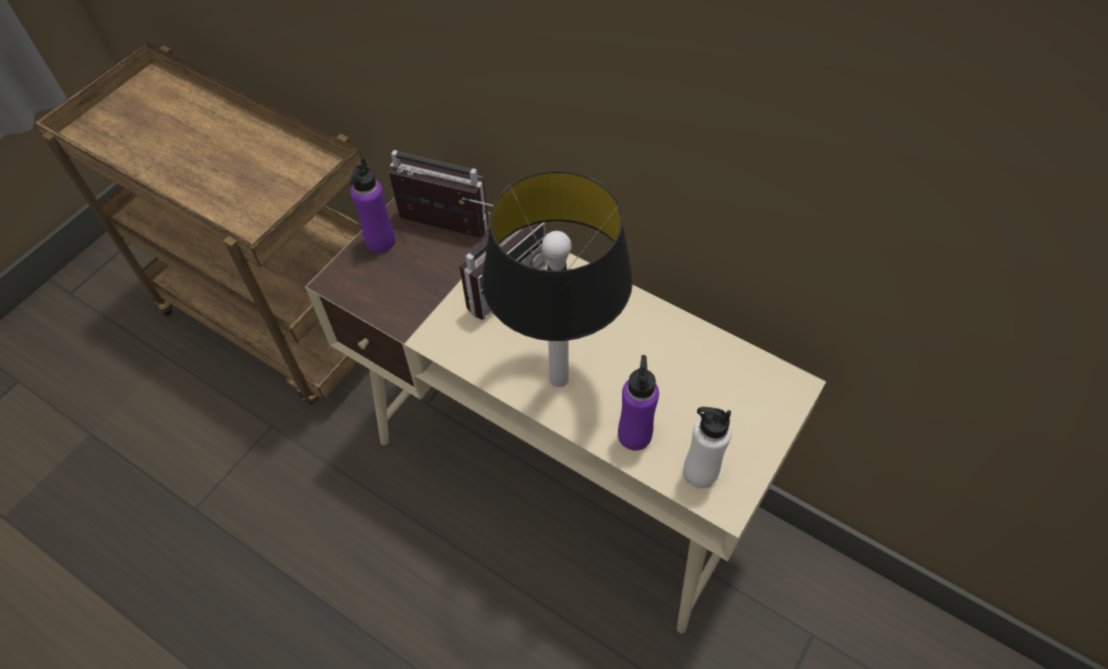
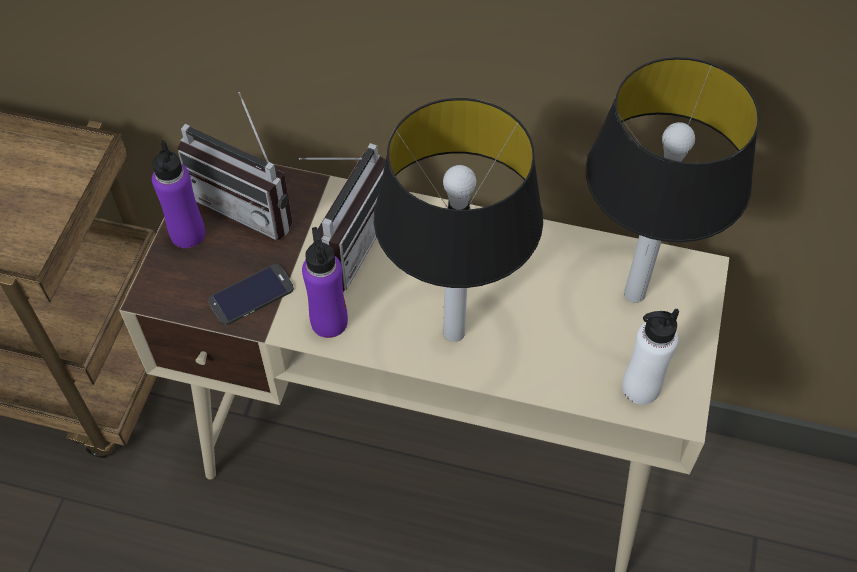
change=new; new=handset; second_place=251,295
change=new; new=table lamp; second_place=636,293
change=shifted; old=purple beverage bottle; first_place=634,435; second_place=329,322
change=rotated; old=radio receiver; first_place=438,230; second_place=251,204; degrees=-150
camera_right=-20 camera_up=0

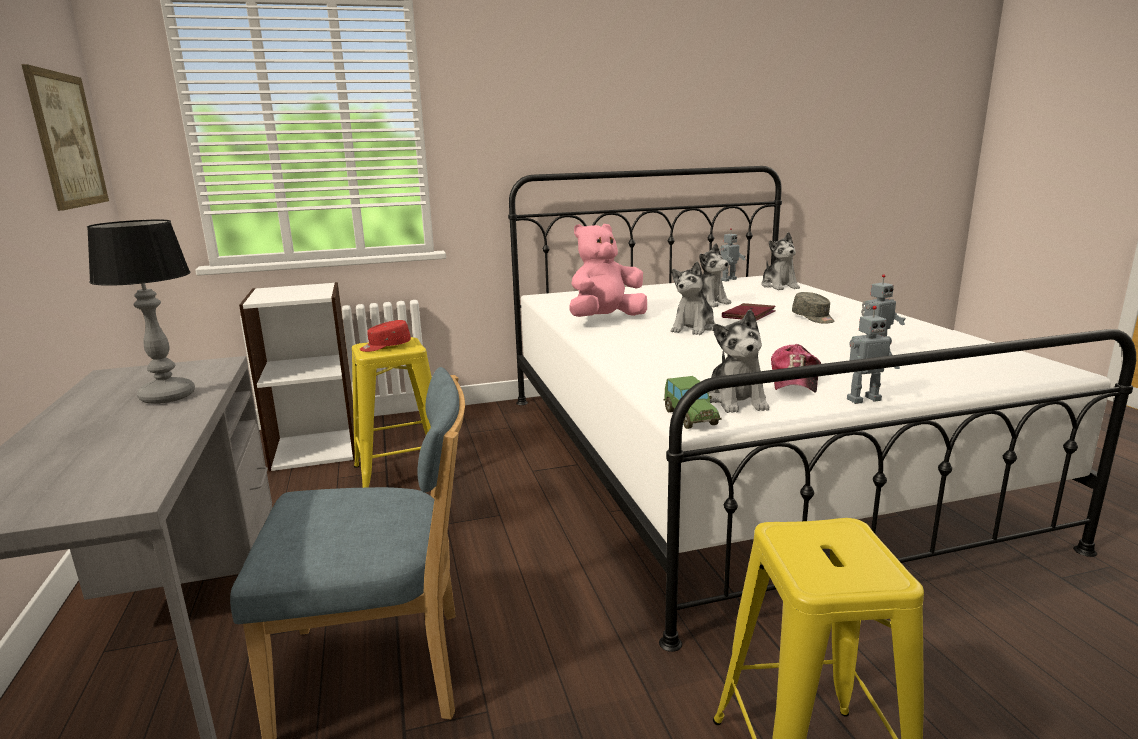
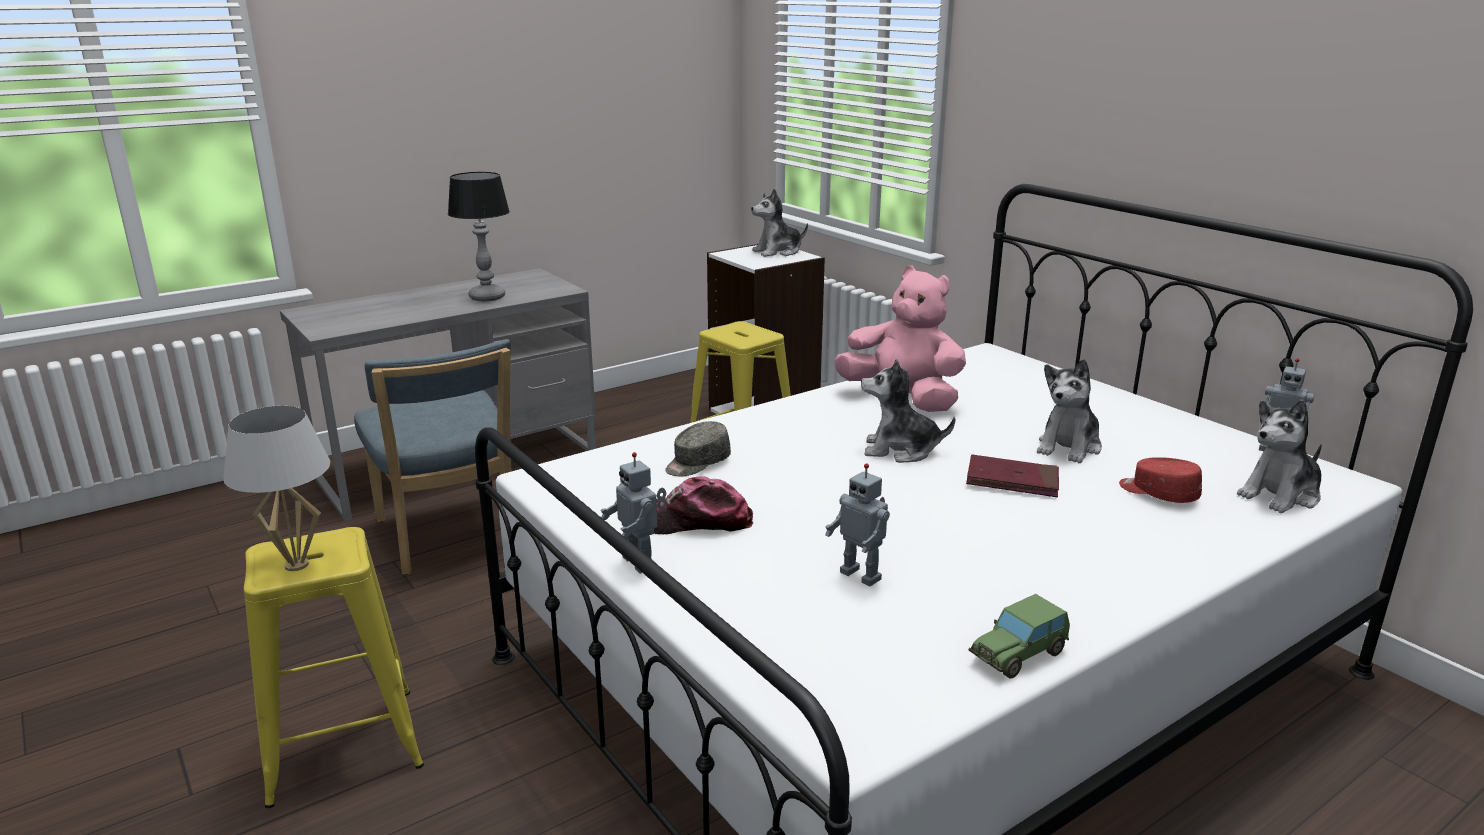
change=gone; old=wall art; first_place=67,140
change=new; new=white-coloured table lamp; second_place=296,565
change=shifted; old=red-coloured baseball cap; first_place=385,346; second_place=1158,493
change=shifted; old=model car; first_place=690,417; second_place=1019,655
change=shifted; old=cuddly toy; first_place=737,400; second_place=778,252
change=shifted; old=grey baseball cap; first_place=813,318; second_place=697,463
camera_right=70 camera_up=5

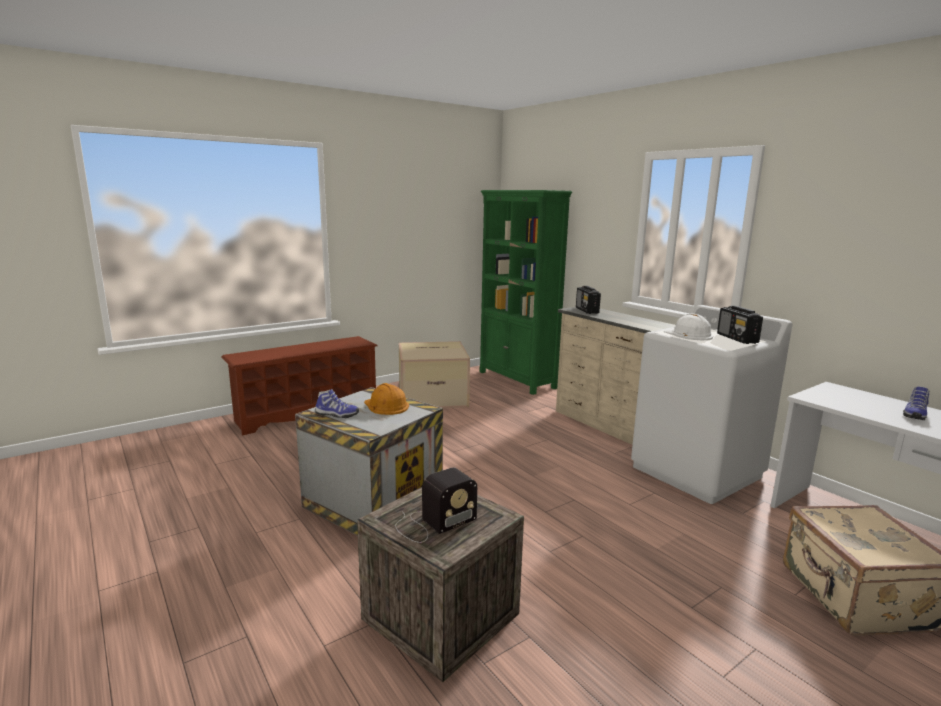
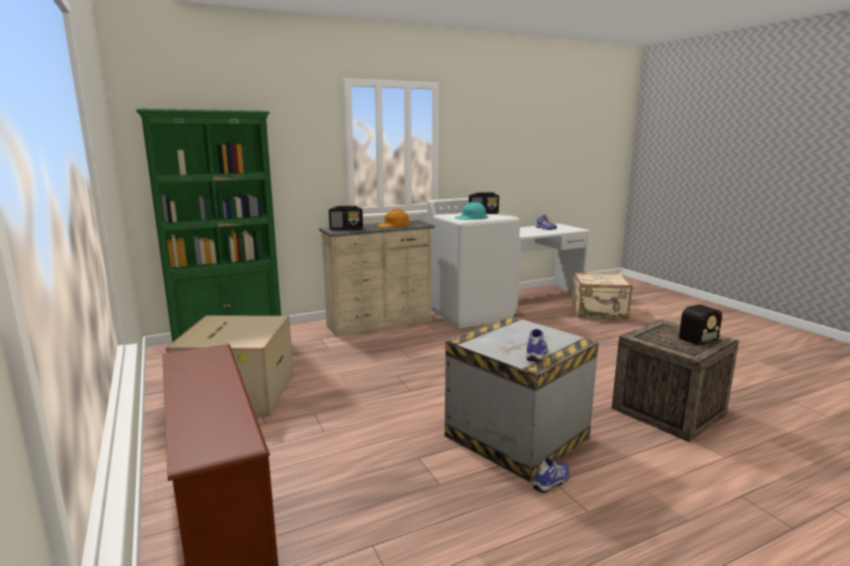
change=new; new=low shoe; second_place=552,482
change=shifted; old=orange-coloured safety helmet; first_place=386,405; second_place=394,225
change=repainted; old=white-coloured safety helmet; new=turquoise safety helmet; first_place=688,334; second_place=472,217
change=rotated; old=radio receiver; first_place=433,523; second_place=688,340; degrees=90
camera_right=-80 camera_up=0

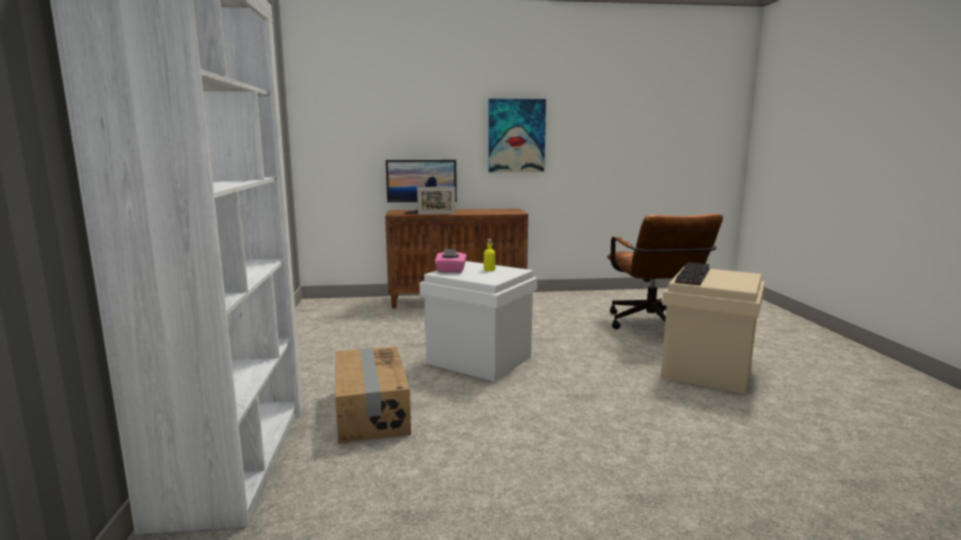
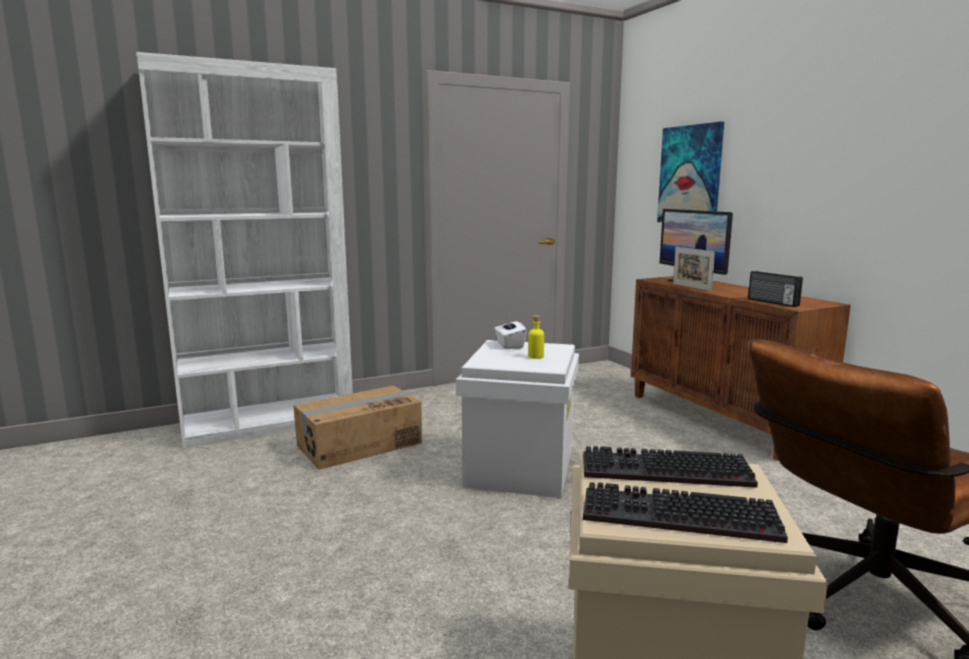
change=new; new=keyboard; second_place=675,518
change=new; new=radio receiver; second_place=772,302
change=shifted; old=wall art; first_place=516,135; second_place=690,175
change=repainted; old=pinkish tissue box; new=white-coloured tissue box; first_place=450,271; second_place=509,345
camera_right=70 camera_up=0

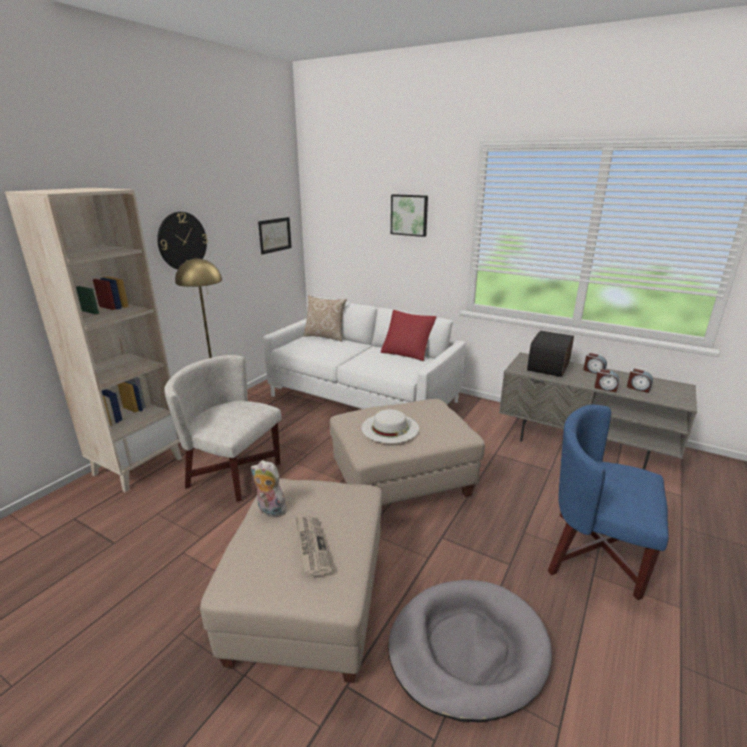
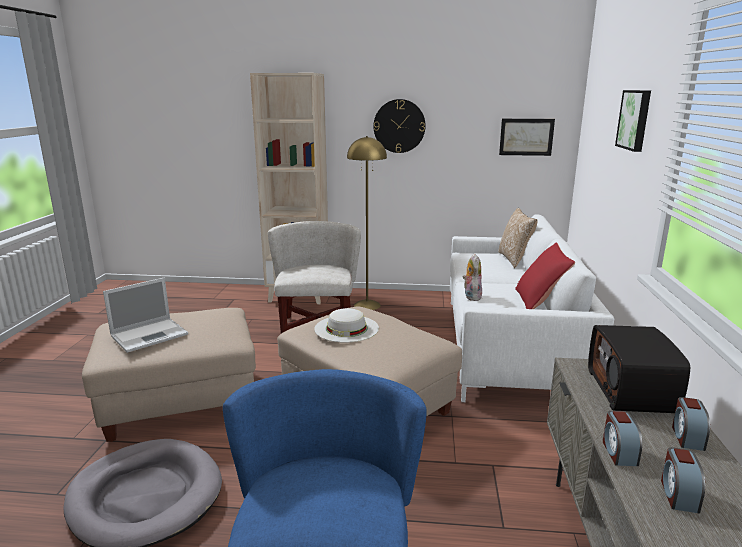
change=shifted; old=cuddly toy; first_place=270,511; second_place=471,296
change=swapped; old=daily paper; new=laptop; first_place=311,545; second_place=150,334
change=rotated; old=radio receiver; first_place=549,367; second_place=632,391; degrees=-90
camera_right=65 camera_up=-5

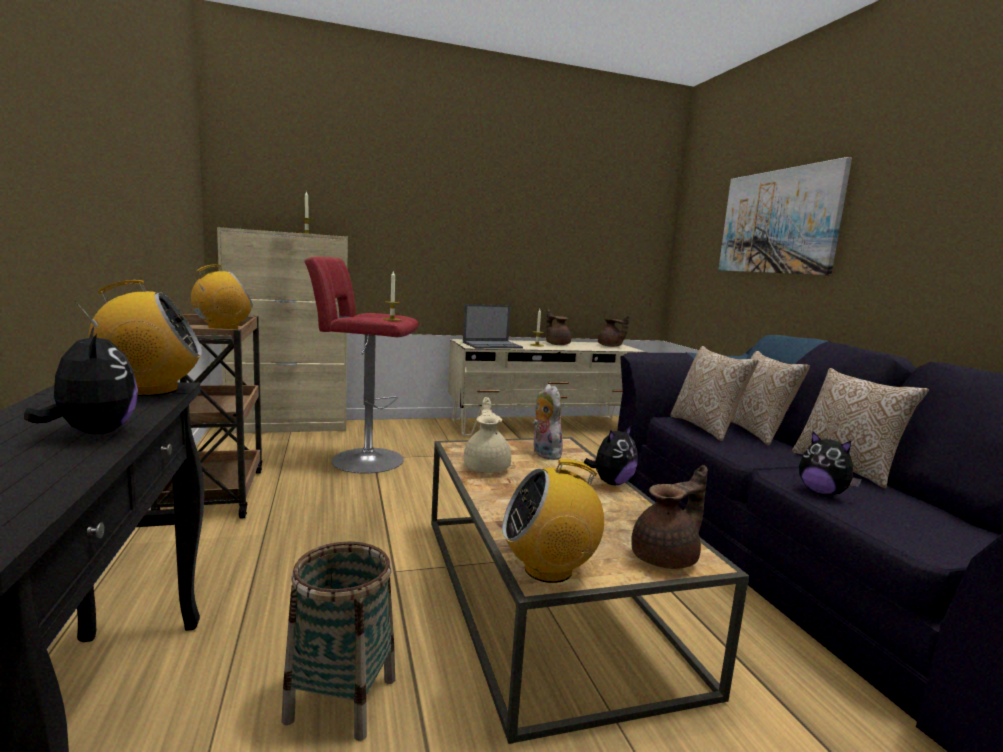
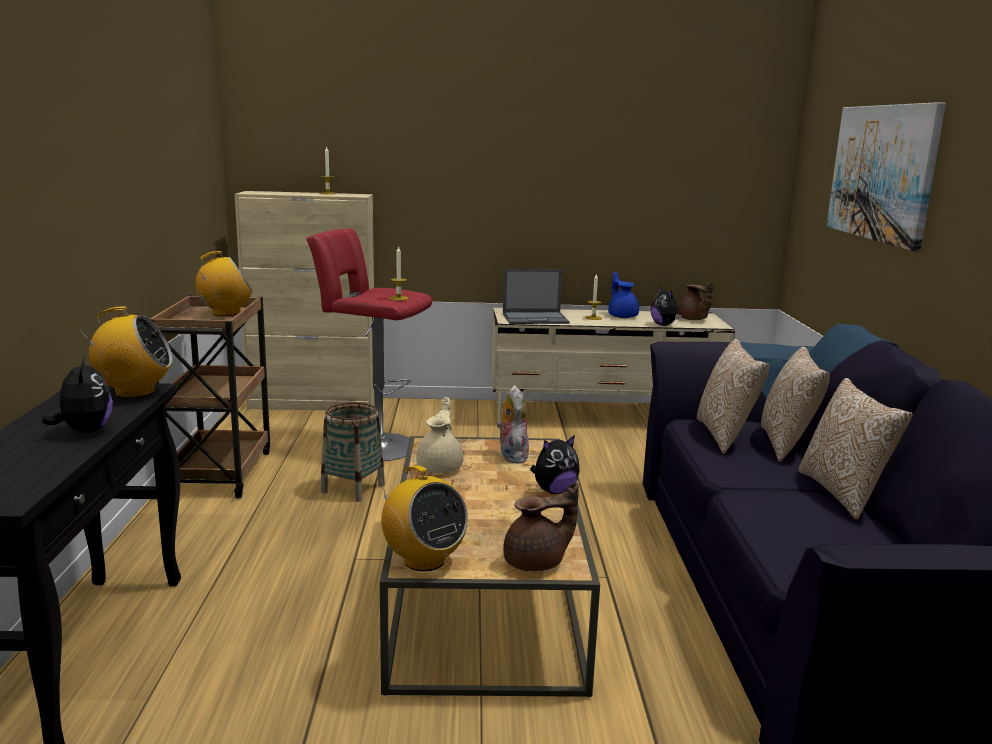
change=shifted; old=basket; first_place=341,699; second_place=353,488
change=shifted; old=cuddly toy; first_place=822,493; second_place=664,325
change=repainted; old=brown pot for tea; new=blue pot for tea; first_place=557,344; second_place=622,316
change=rotated; old=radio receiver; first_place=549,569; second_place=423,560; degrees=-135
camera_right=15 camera_up=5

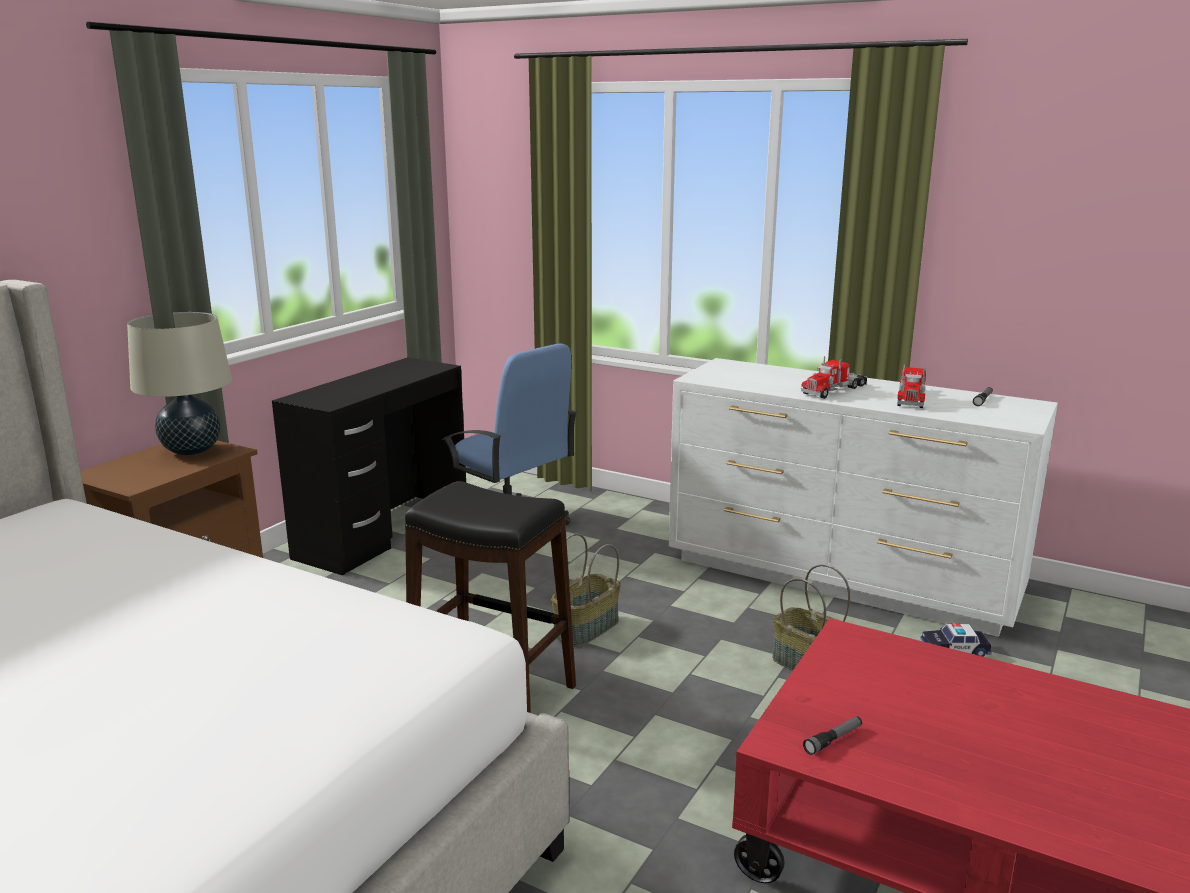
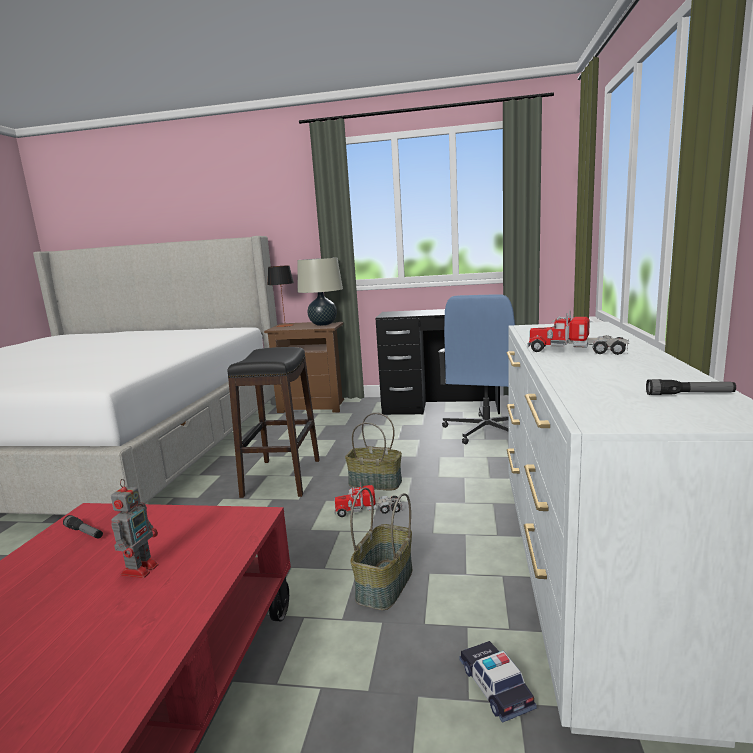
change=new; new=robot figure; second_place=141,568
change=new; new=table lamp; second_place=285,325
change=shifted; old=toy lorry; first_place=910,398; second_place=368,510
camera_right=70 camera_up=-5

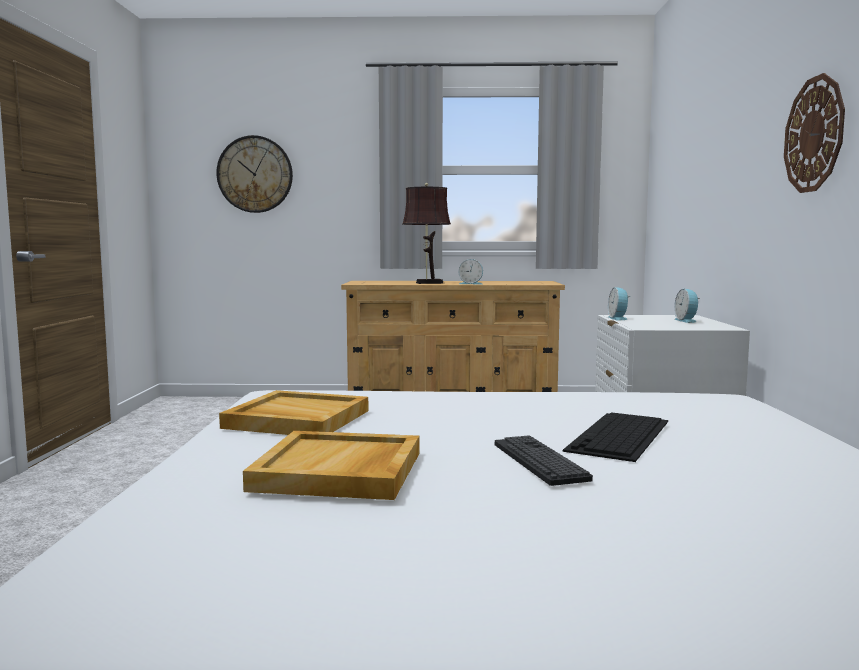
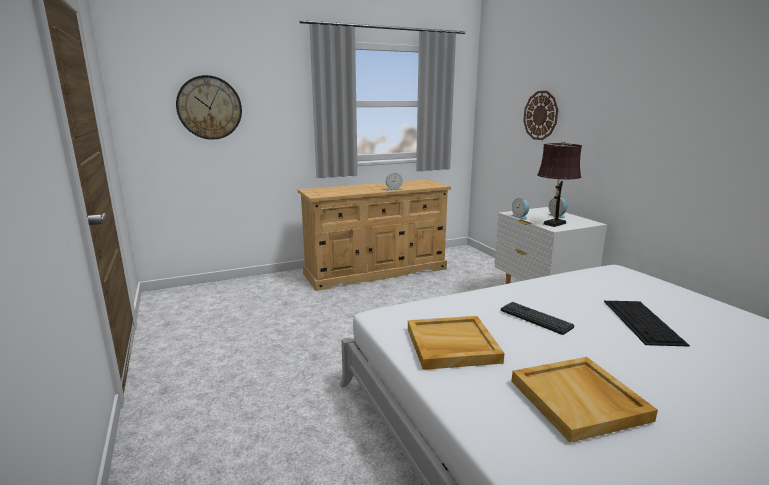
change=shifted; old=brown table lamp; first_place=426,283; second_place=553,224
change=shifted; old=keyboard; first_place=539,461; second_place=535,318
change=shifted; old=clock on the wall; first_place=814,134; second_place=540,115
camera_right=-25 camera_up=10

